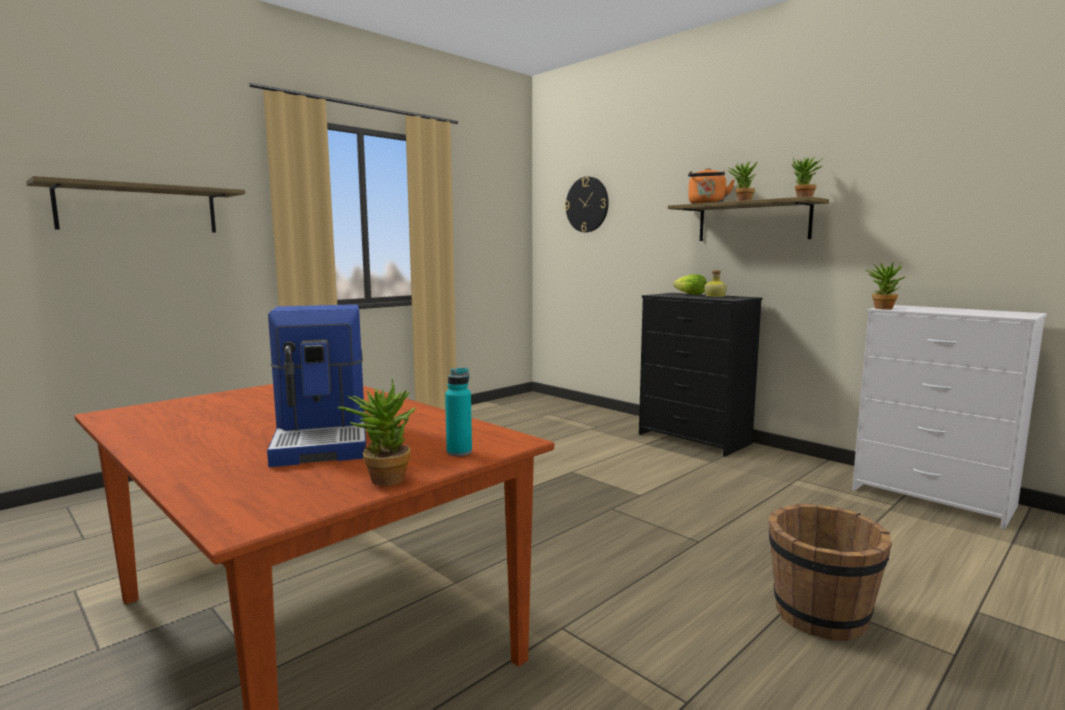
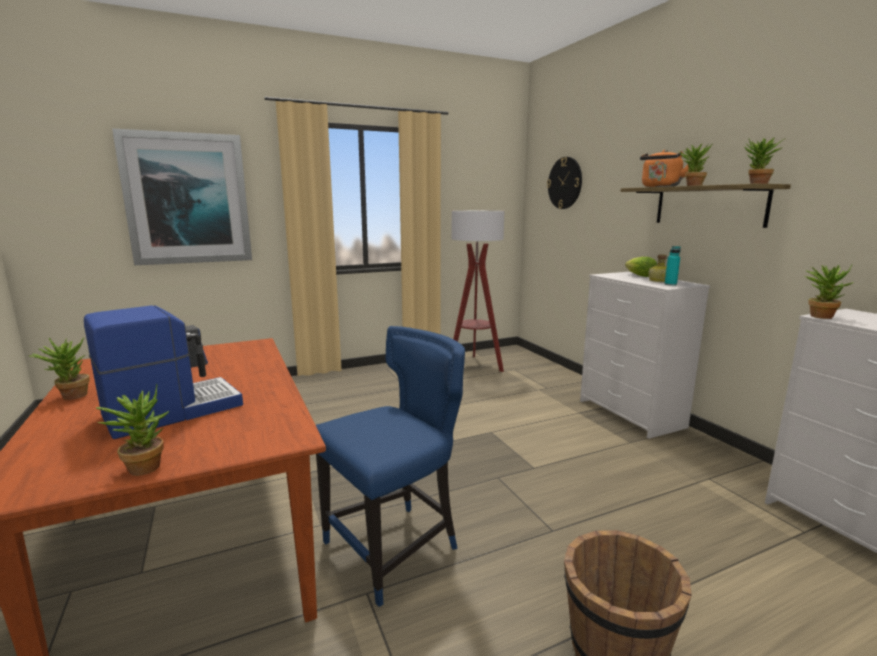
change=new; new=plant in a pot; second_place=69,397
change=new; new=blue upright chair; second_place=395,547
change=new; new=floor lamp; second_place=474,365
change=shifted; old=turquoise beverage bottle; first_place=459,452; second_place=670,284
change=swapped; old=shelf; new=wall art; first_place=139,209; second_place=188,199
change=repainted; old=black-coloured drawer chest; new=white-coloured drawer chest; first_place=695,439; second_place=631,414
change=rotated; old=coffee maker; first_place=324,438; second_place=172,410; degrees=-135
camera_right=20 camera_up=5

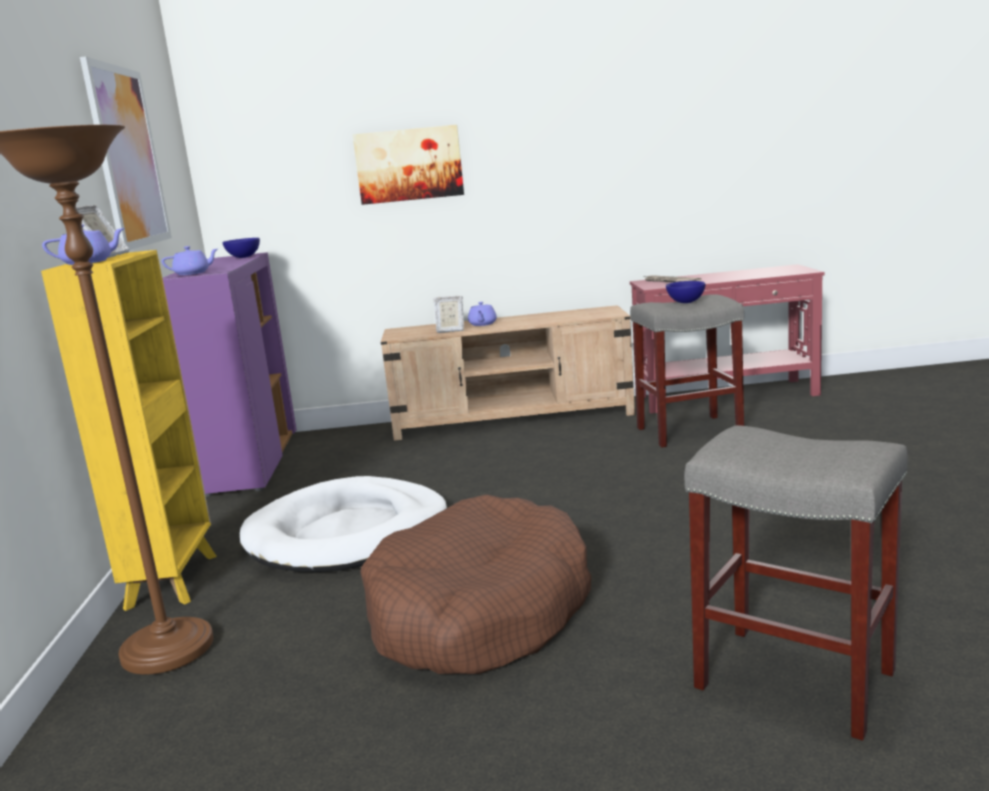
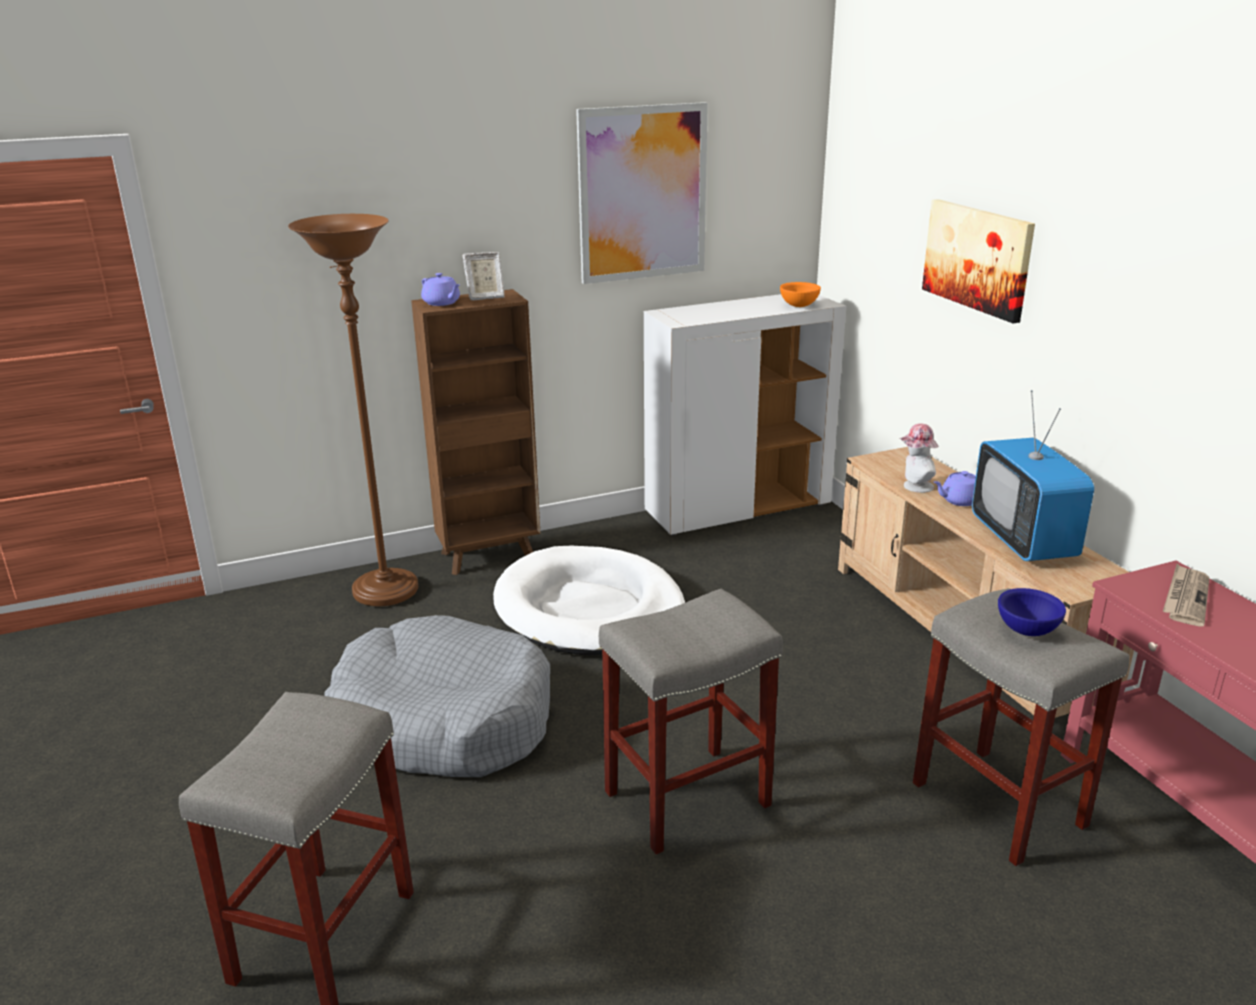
change=gone; old=purple pot for tea; first_place=193,273
change=new; new=grey stool seat; second_place=688,797
change=new; new=TV set; second_place=1023,539
change=swapped; old=photo frame; new=clothing hat; first_place=450,330; second_place=914,487
change=repainted; old=yellowish bookshelf; new=brown bookshelf; first_place=173,580; second_place=490,555
change=repainted; old=purple storage cabinet; new=white-coloured storage cabinet; first_place=252,462; second_place=738,508
change=repainted; old=blue bowl; new=orange-coloured bowl; first_place=244,257; second_place=799,306
change=repainted; old=brown dog bed; new=grey dog bed; first_place=479,612; second_place=443,720
camera_right=70 camera_up=10

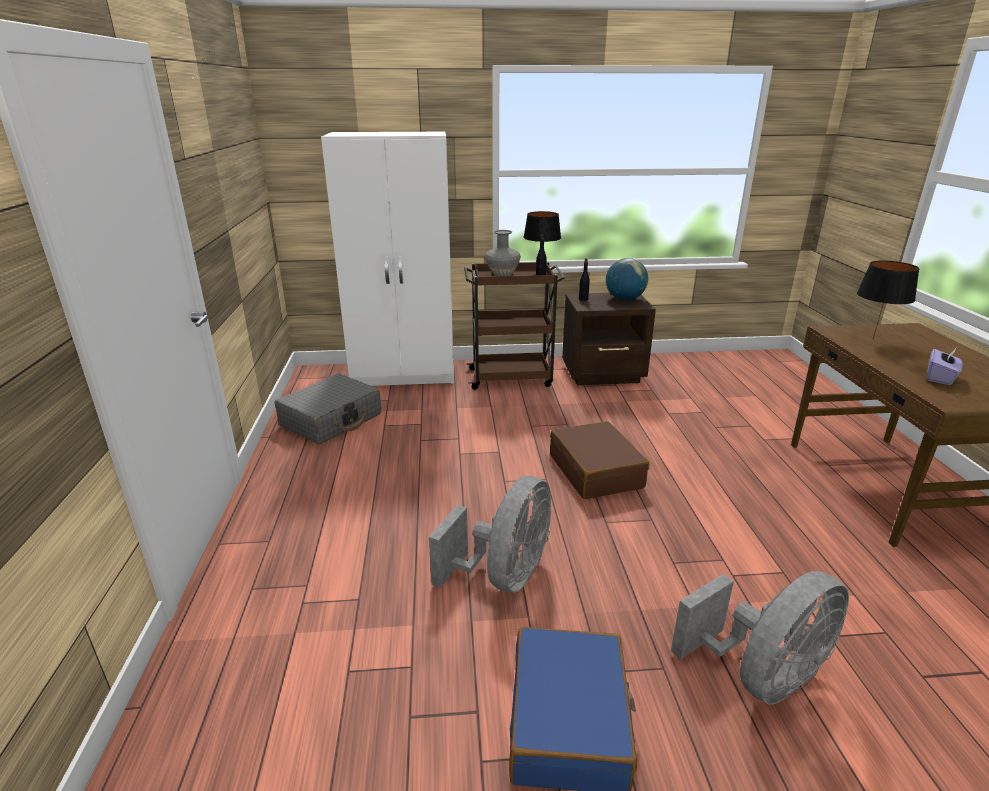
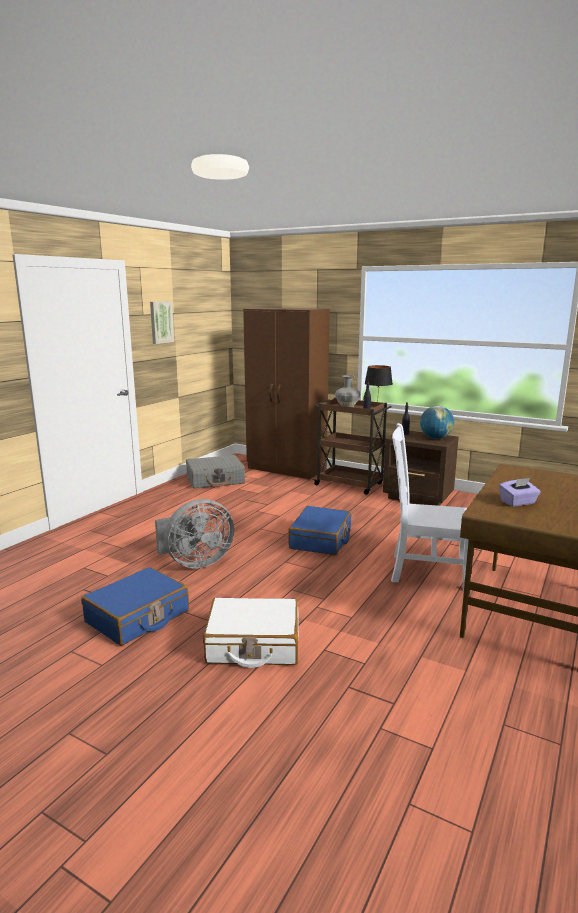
change=gone; old=black-coloured table lamp; first_place=873,339
change=new; new=wall art; second_place=161,322
change=new; new=white-coloured upright chair; second_place=425,571
change=swapped; old=grey cooling fan; new=white-coloured travel case; first_place=761,676; second_place=253,644
change=repainted; old=white-coloured armoire; new=brown armoire; first_place=405,374; second_place=287,469
change=repainted; old=brown travel case; new=blue travel case; first_place=596,471; second_place=321,540
camera_right=35 camera_up=-10

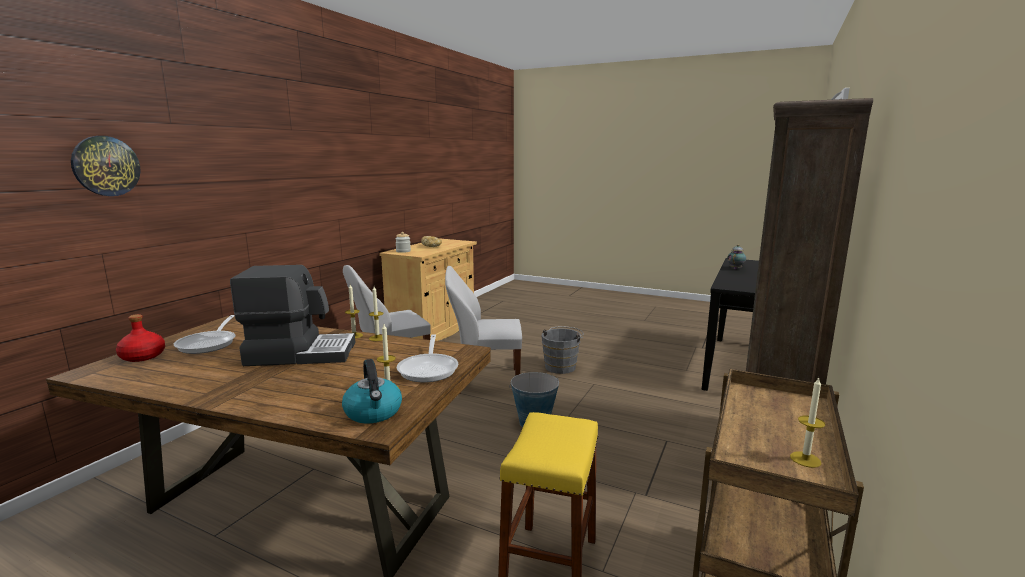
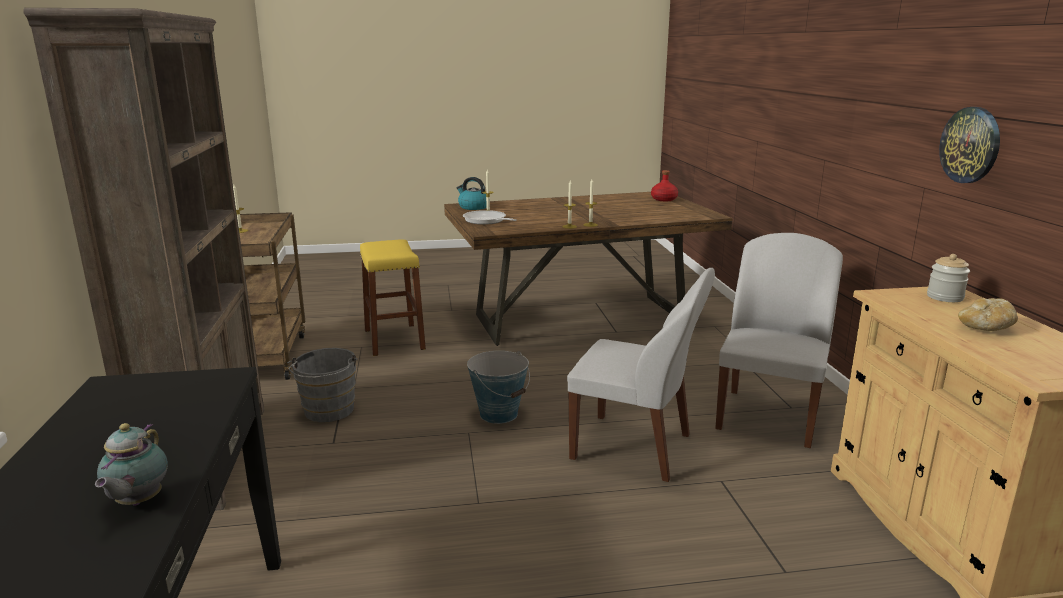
change=gone; old=frying pan; first_place=209,343
change=gone; old=coffee maker; first_place=301,353
change=shifted; old=clock on the wall; first_place=106,166; second_place=970,145
change=shifted; old=grey bucket; first_place=561,366; second_place=328,412
change=rotated; old=white-coloured upright chair; first_place=485,381; second_place=635,448; degrees=60
camera_right=145 camera_up=5

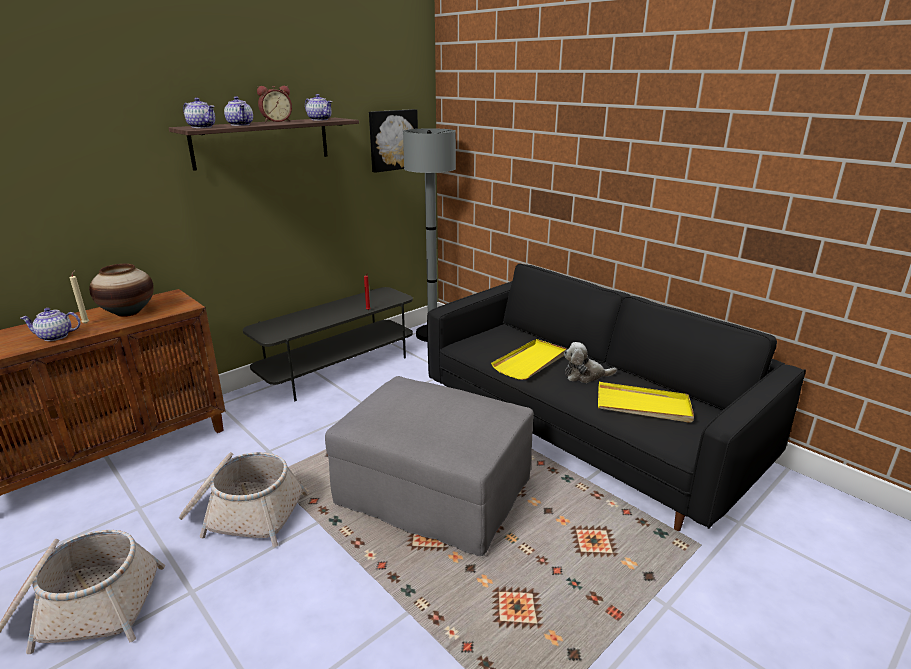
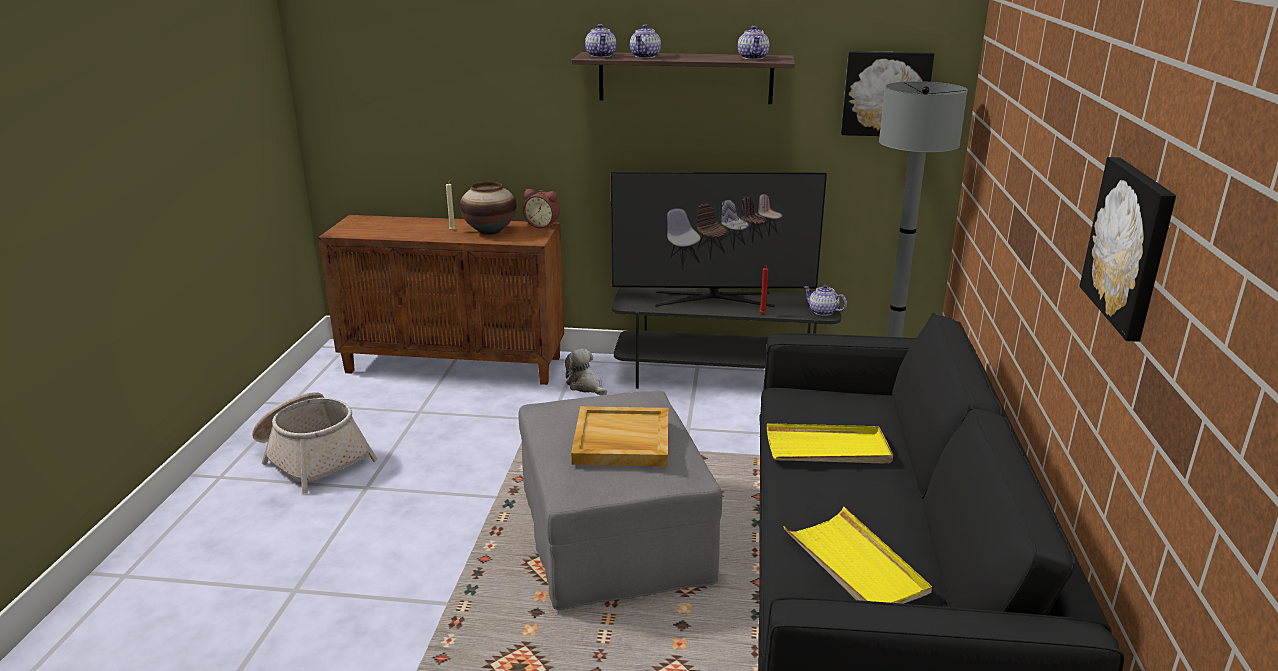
change=gone; old=basket; first_place=243,513
change=new; new=beige-coloured carrying tray; second_place=621,441
change=new; new=TV set; second_place=713,299
change=new; new=wall art; second_place=1131,246
change=shifted; old=pot for tea; first_place=55,337; second_place=822,312
change=shifted; old=bedside clock; first_place=276,121; second_place=543,225
change=shifted; old=cuddly toy; first_place=585,375; second_place=586,386
camera_right=50 camera_up=0

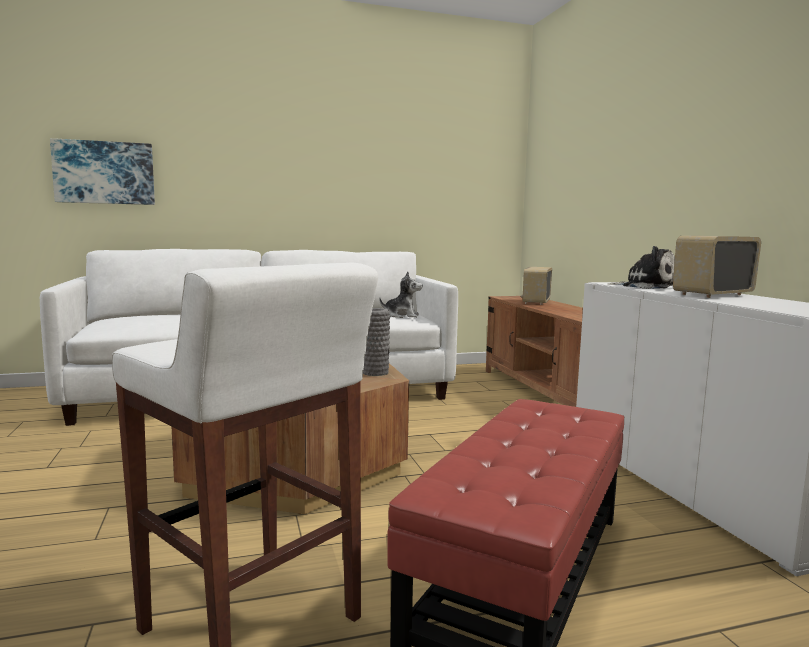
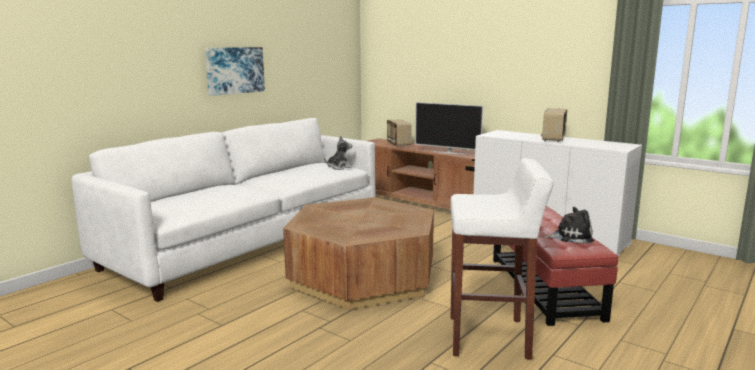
change=gone; old=grey vase; first_place=374,372
change=new; new=TV set; second_place=448,152
change=shifted; old=wall art; first_place=104,173; second_place=234,70
change=shifted; old=cuddly toy; first_place=646,286; second_place=570,236
camera_right=-35 camera_up=5

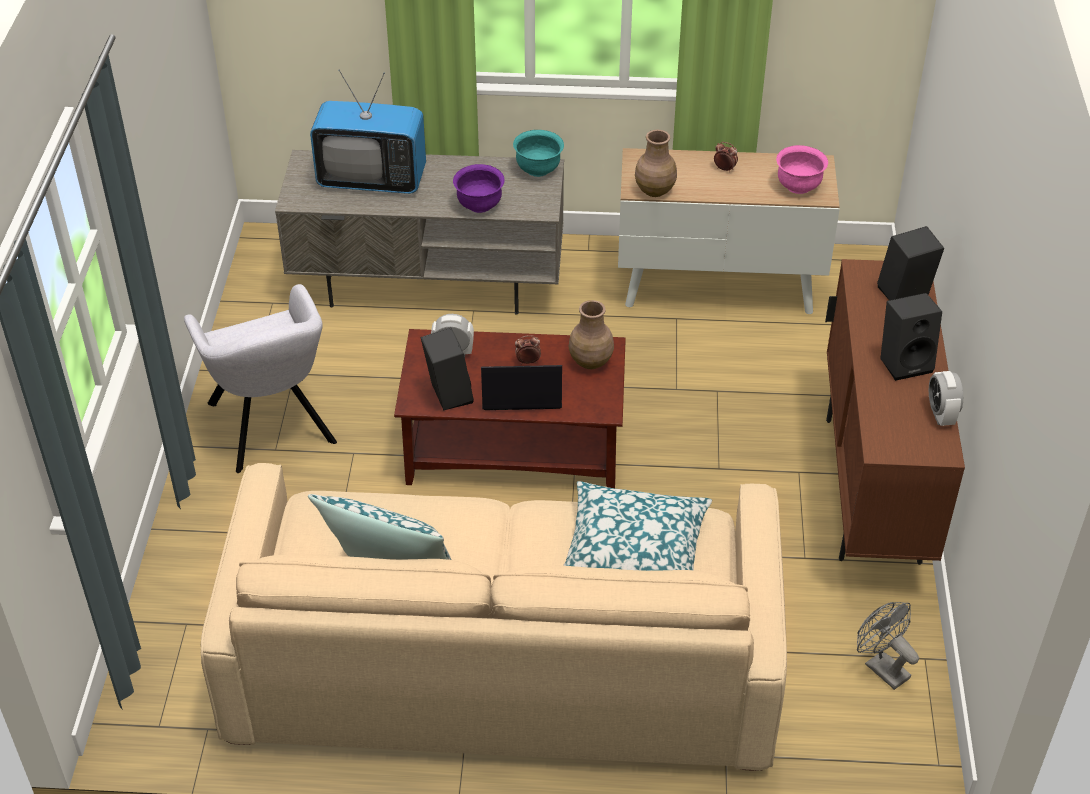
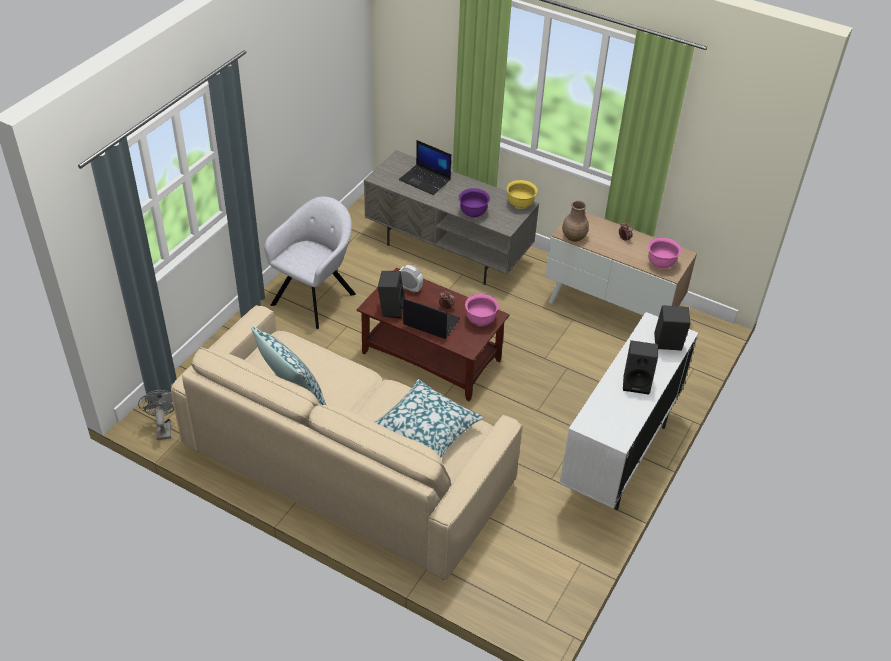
change=gone; old=bedside clock; first_place=940,414
change=shifted; old=grey cooling fan; first_place=881,667; second_place=163,427
change=swapped; old=TV set; new=laptop; first_place=372,180; second_place=426,180
change=swapped; old=brown vase; new=pinkish bowl; first_place=591,362; second_place=480,320
change=repainted; old=turquoise bowl; new=yellowish bowl; first_place=538,170; second_place=520,204
change=repainted; old=brown storage cabinet; new=white-coloured storage cabinet; first_place=872,490; second_place=618,458
change=rotated; old=grey armchair; first_place=273,426; second_place=315,297; degrees=-150
camera_right=25 camera_up=0

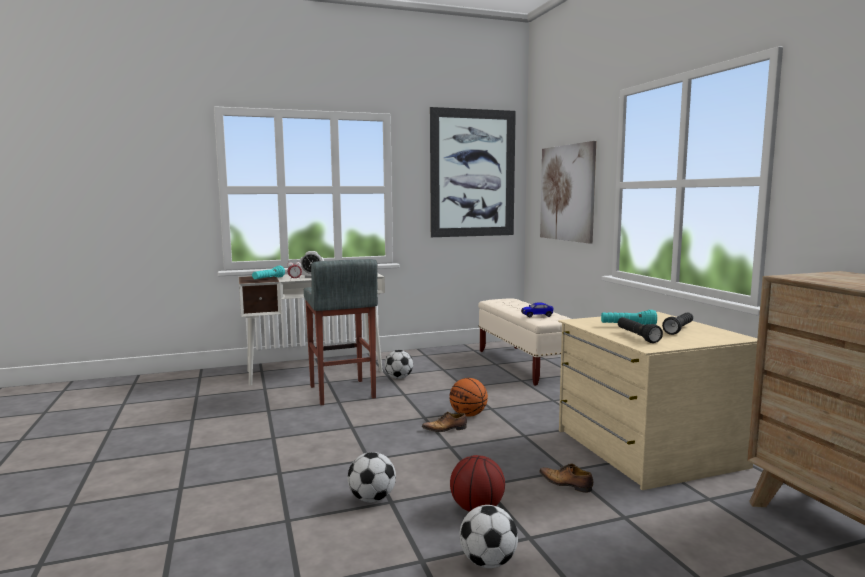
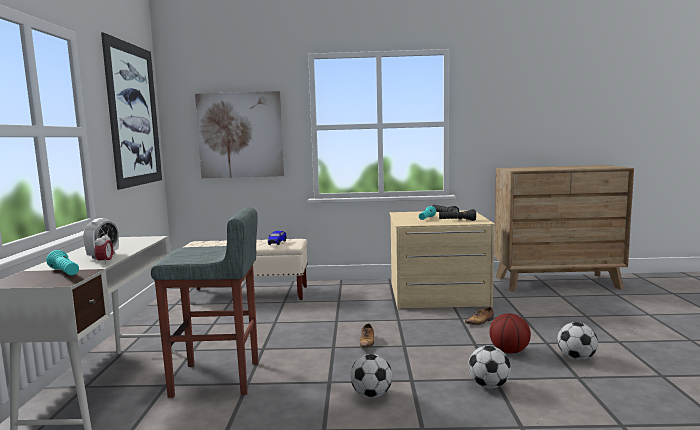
change=gone; old=basketball ball; first_place=468,415
change=shifted; old=football ball; first_place=399,378; second_place=371,395
camera_right=-70 camera_up=0

